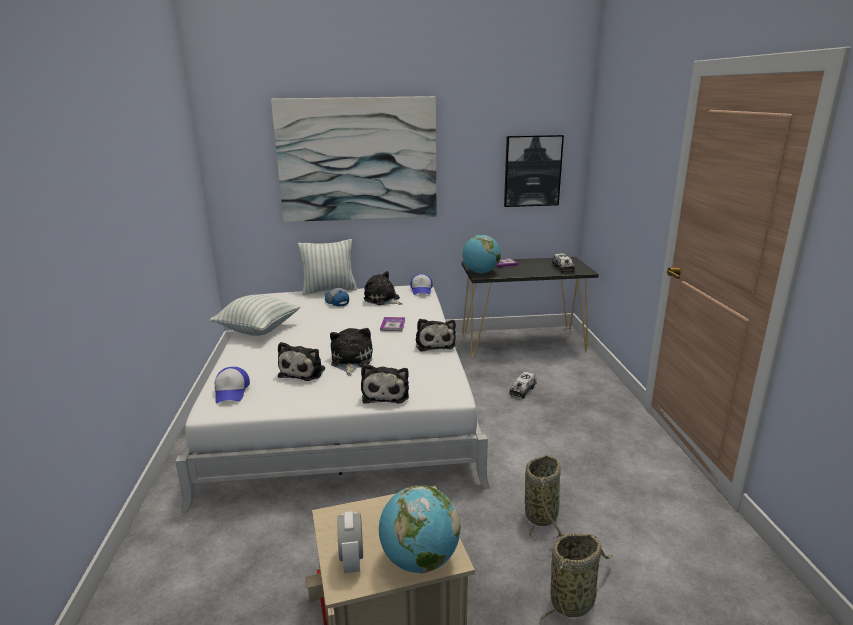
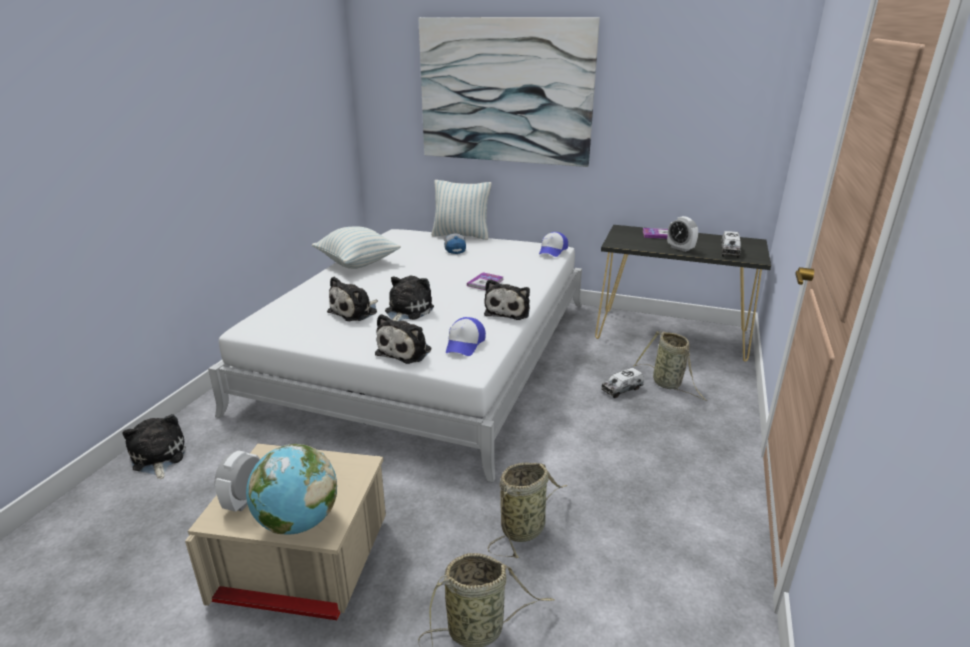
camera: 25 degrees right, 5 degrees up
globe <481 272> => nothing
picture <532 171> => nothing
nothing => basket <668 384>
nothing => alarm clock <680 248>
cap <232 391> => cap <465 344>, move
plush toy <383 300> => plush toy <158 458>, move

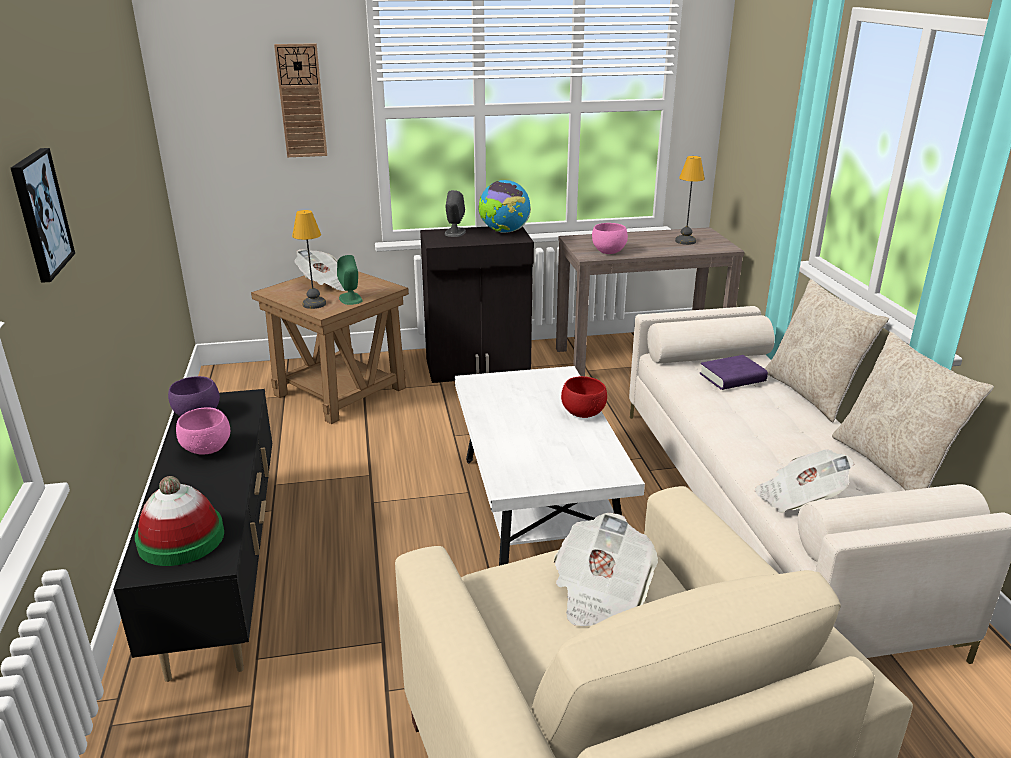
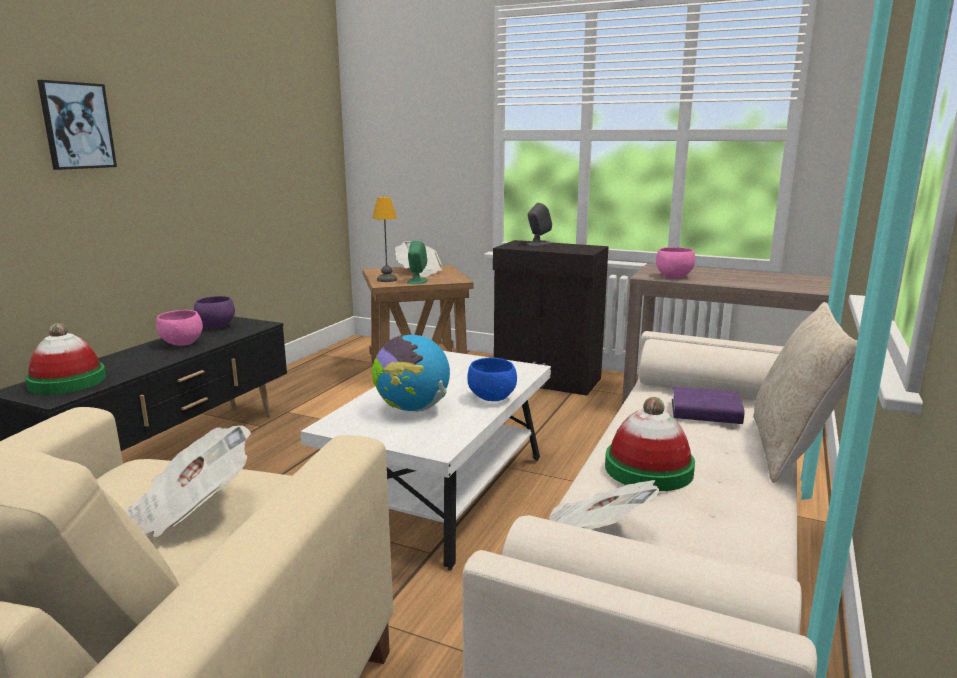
camera: 35 degrees right, 10 degrees down
wall clock <301 101> => nothing
table lamp <685 241> => nothing
pillow (beige) <892 465> => nothing
nothing => hat <648 469>
globe <504 232> => globe <412 409>, move
bowl (red) <584 414> => bowl (blue) <493 398>

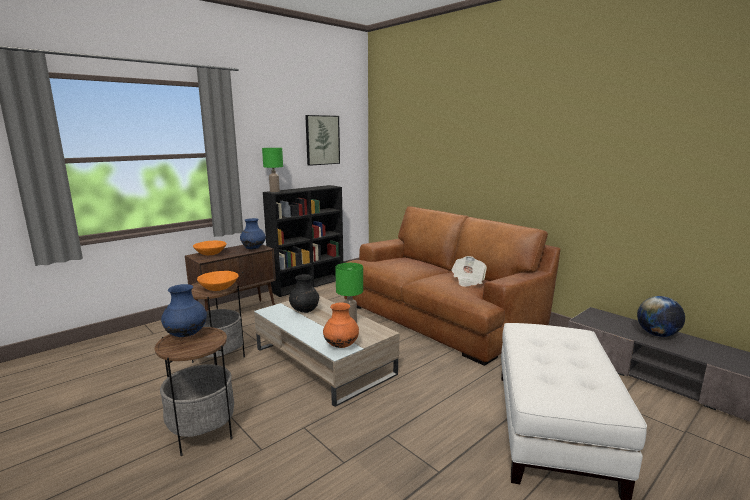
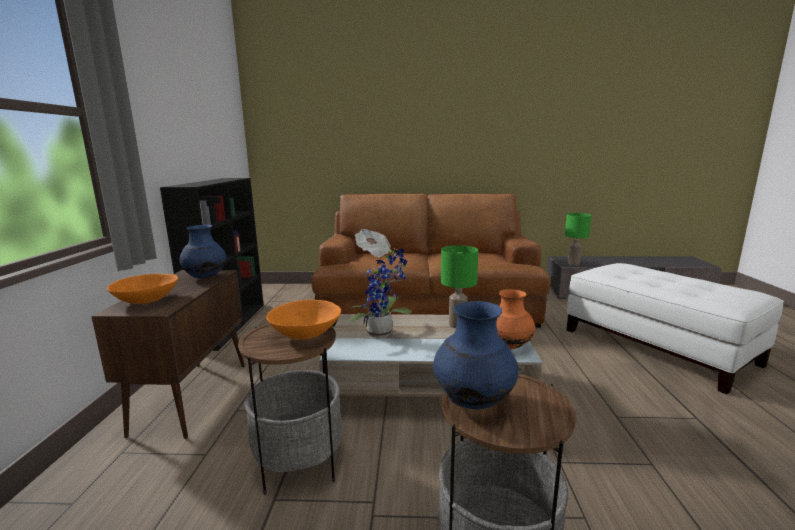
camera: 45 degrees left, 0 degrees up
picture <322 140> => nothing
globe <657 334> => nothing
table lamp (green) <274 191> => table lamp (green) <573 263>, move
newspaper <468 281> => newspaper <373 253>, move
vase (black) <304 311> => potted plant <383 334>

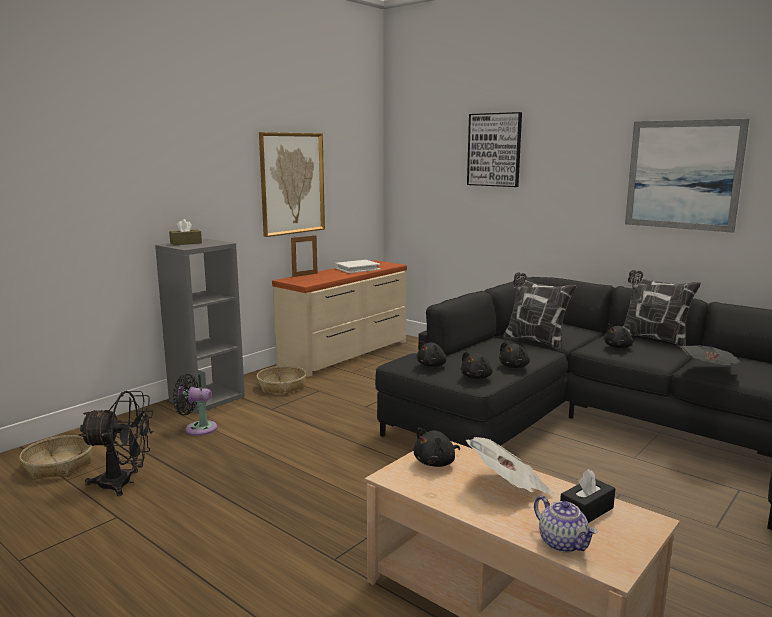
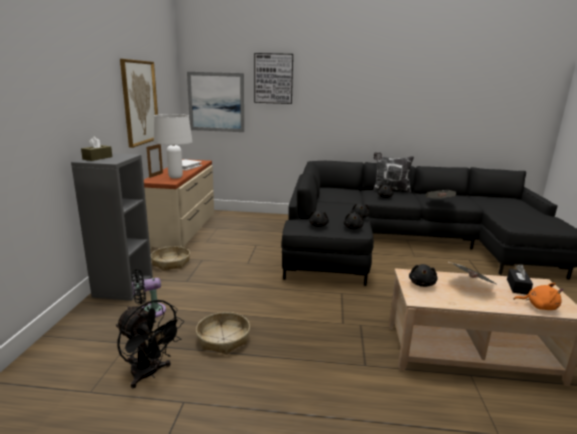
camera: 35 degrees left, 5 degrees up
pillow <535 341> => nothing
nothing => table lamp (white) <175 177>
basket <59 465> => basket <223 339>, move
picture <683 175> => picture <216 102>, move
teapot <563 543> => plush toy (orange) <539 306>
fan (black) <124 483> => fan (black) <149 374>, 75 degrees clockwise

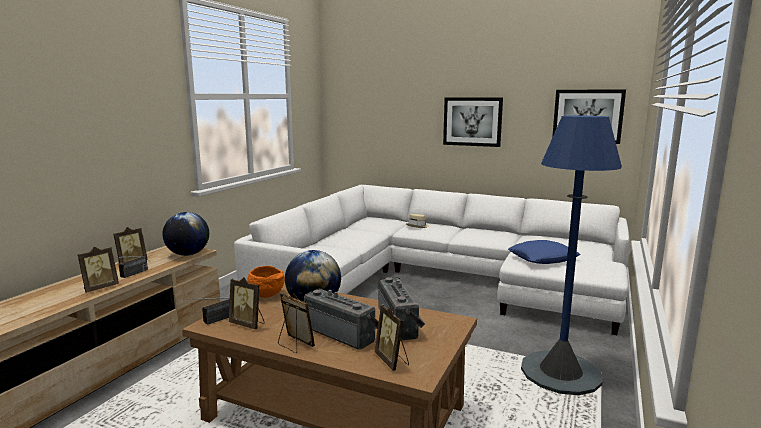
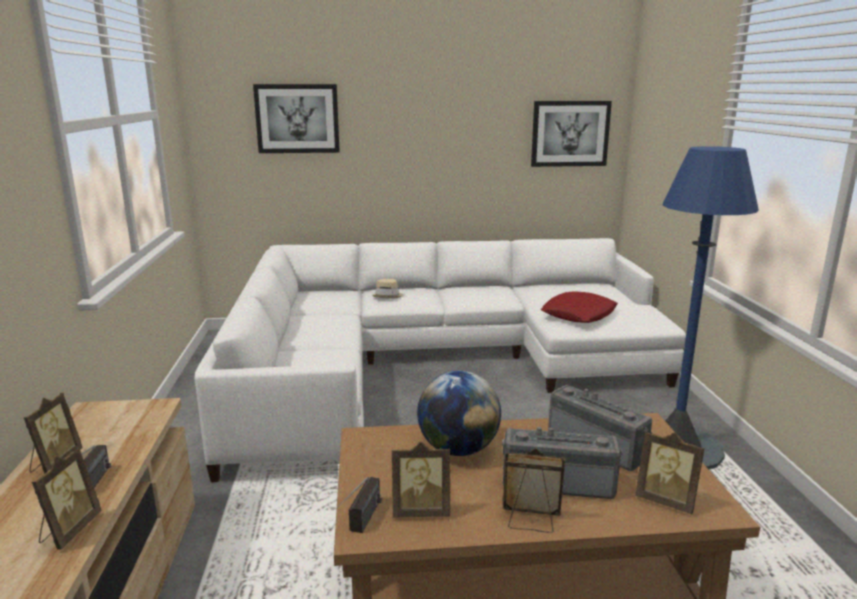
camera: 30 degrees left, 5 degrees up
globe <188 254> => nothing
bowl (orange) <265 295> => nothing
picture <472 121> => picture <297 118>, move
pillow (blue) <542 258> => pillow (red) <579 314>

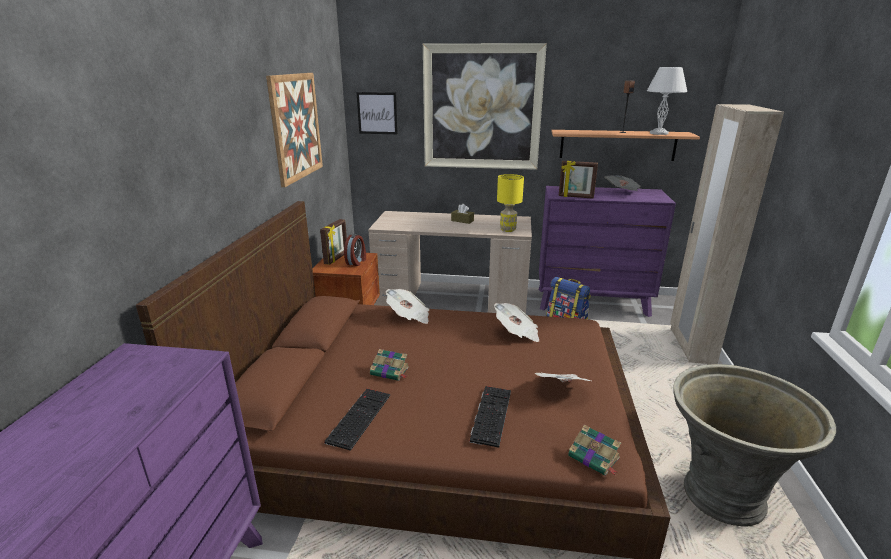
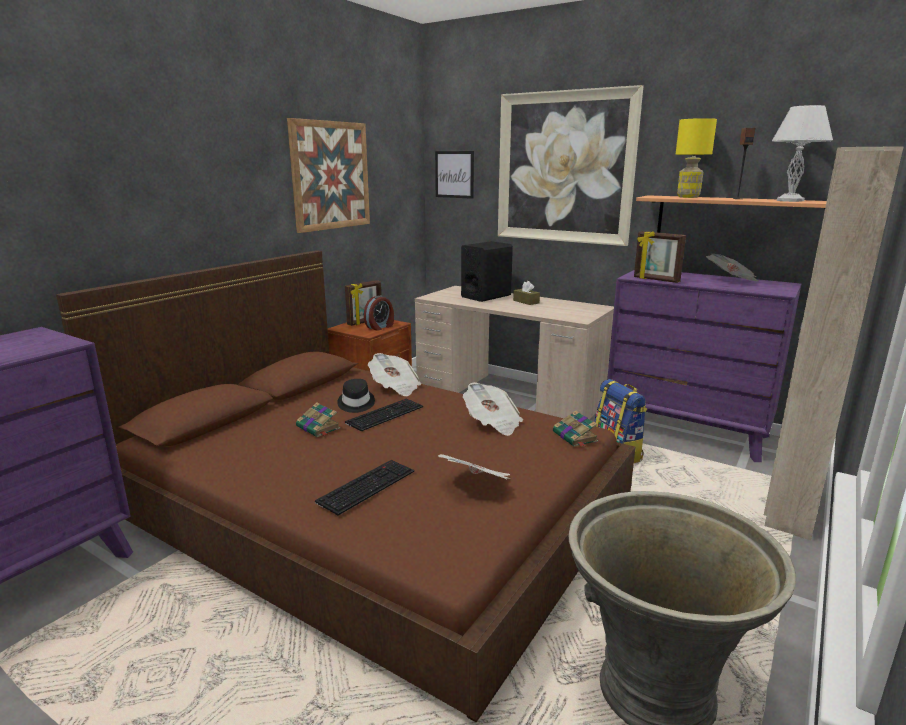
camera: 25 degrees right, 5 degrees down
nothing => hat (black) <355 403>
nothing => speaker (black) <486 296>
keyboard <358 417> => keyboard <385 414>, move
table lamp (yellow) <508 230> => table lamp (yellow) <688 197>, move
book <594 458> => book <575 437>, move

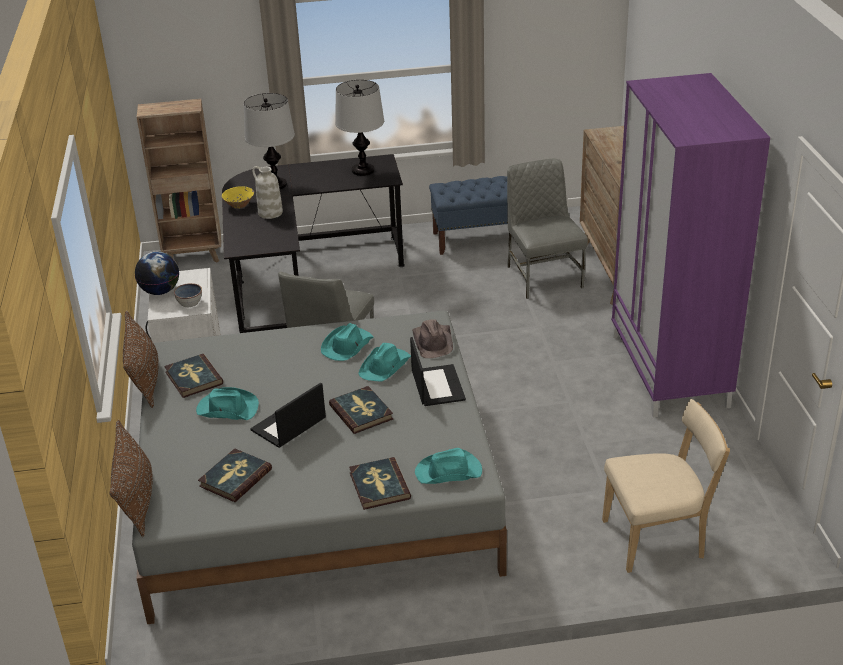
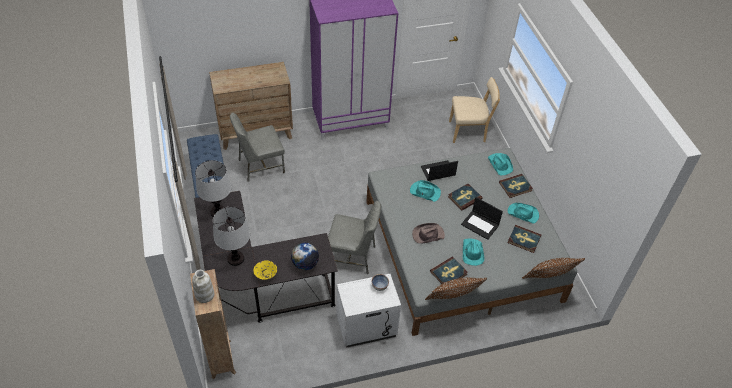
camera: 100 degrees left, 15 degrees up
globe <160 291> => globe <305 264>, move
vase (white) <270 213> => vase (white) <204 295>, move
hat (turquoise) <347 346> => hat (turquoise) <523 214>, move
hat (brown) <433 342> => hat (brown) <427 234>, move
chair (beige) <658 539> => chair (beige) <469 132>, 105 degrees clockwise

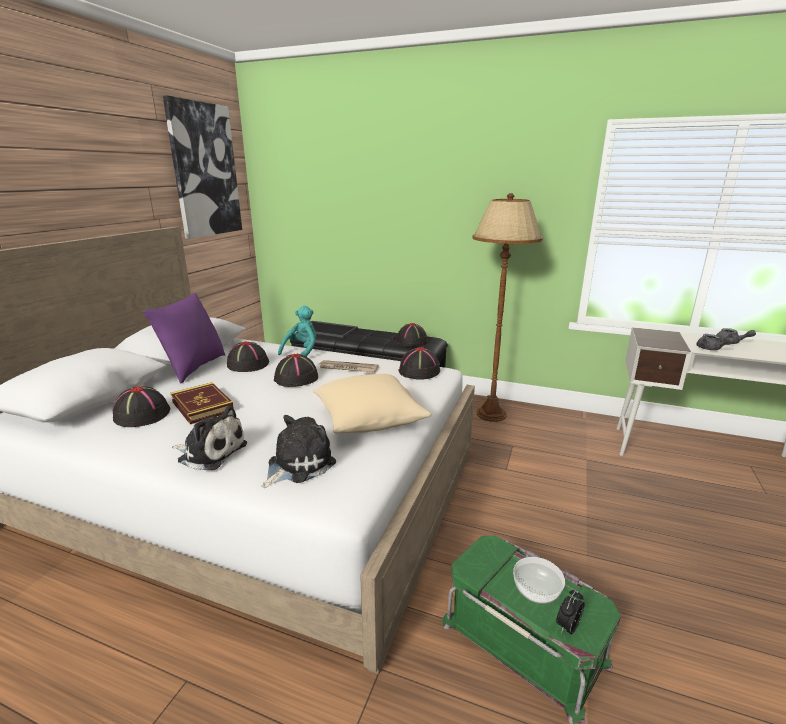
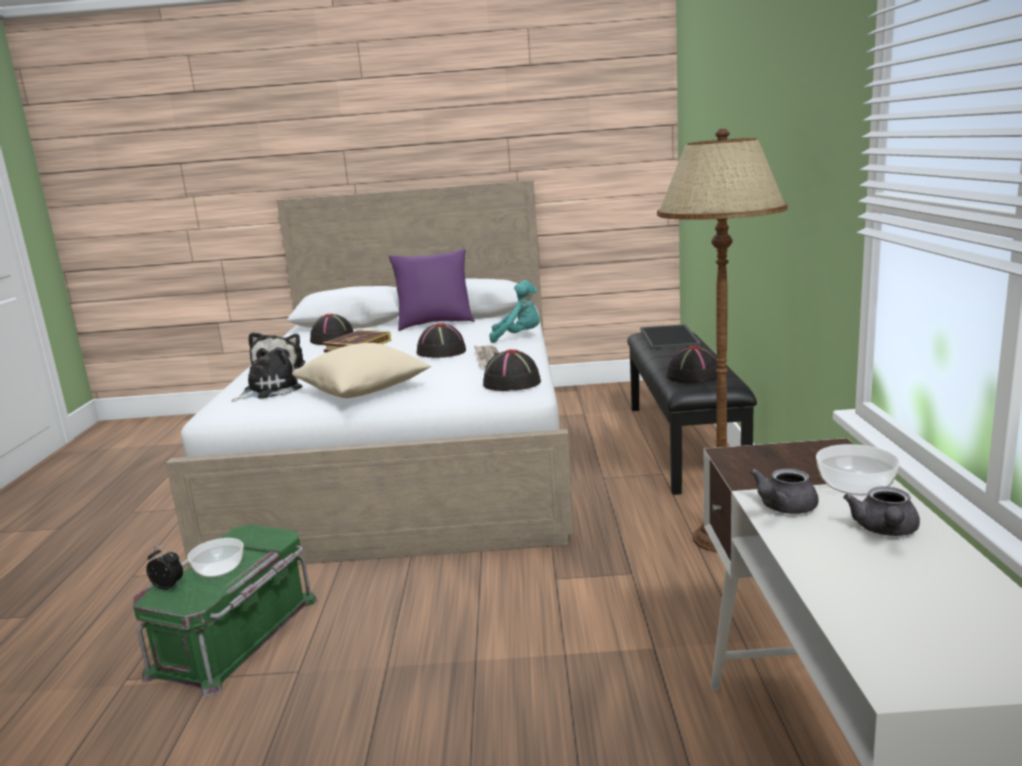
camera: 70 degrees right, 5 degrees down
picture <204 170> => nothing
hat (black) <247 364> => nothing
nothing => bowl <854 486>
plush toy <297 465> => plush toy <269 390>, 60 degrees counterclockwise

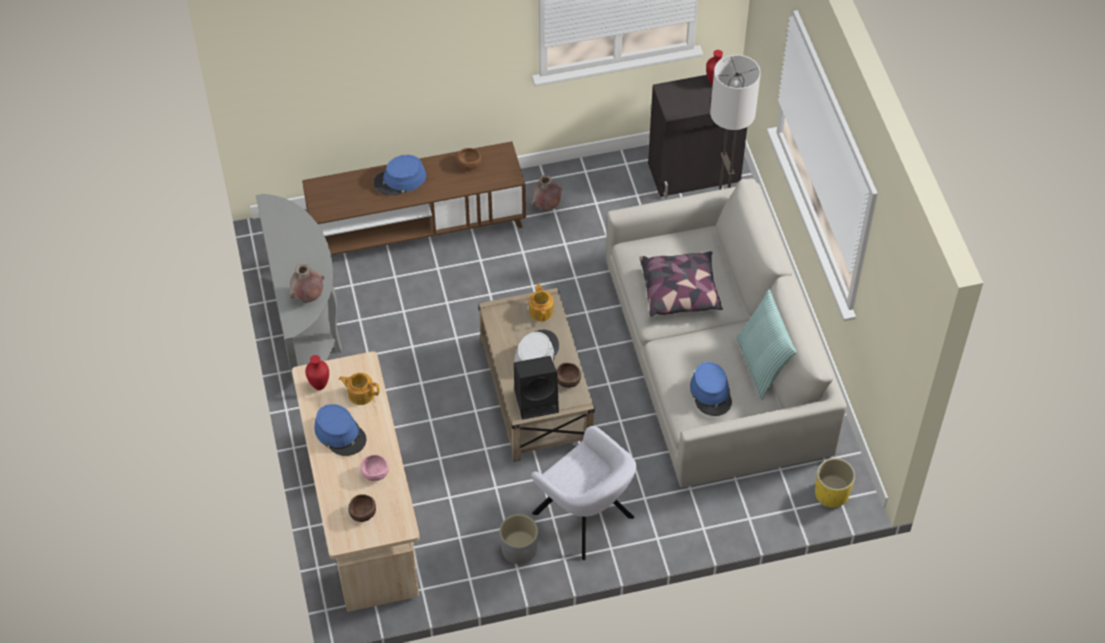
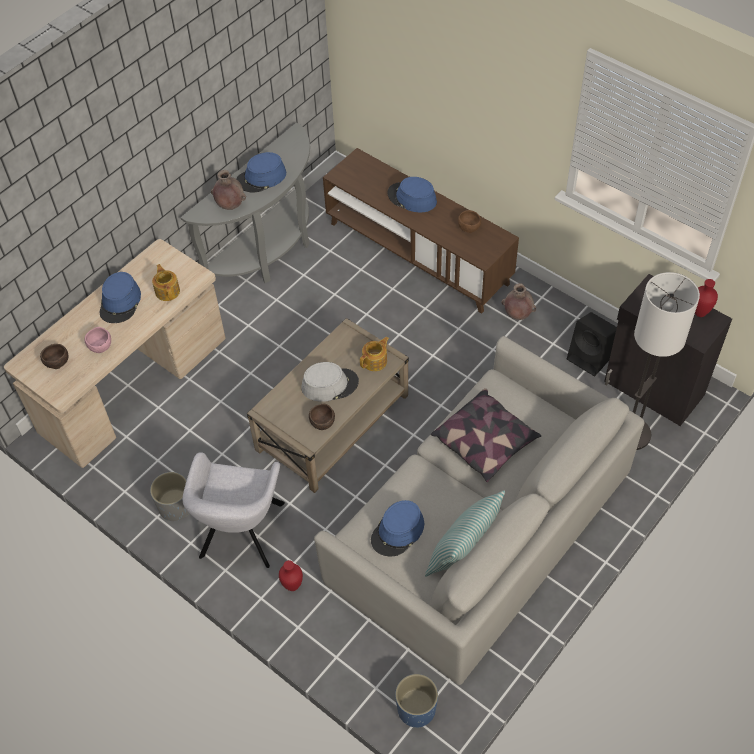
camera: 55 degrees right, 0 degrees up
nothing => hat (blue) <261 178>
vase (red) <320 385> => vase (red) <293 586>, move
speaker (black) <537 400> => speaker (black) <591 358>, move
planter (yellow) <832 494> => planter (blue) <416 710>

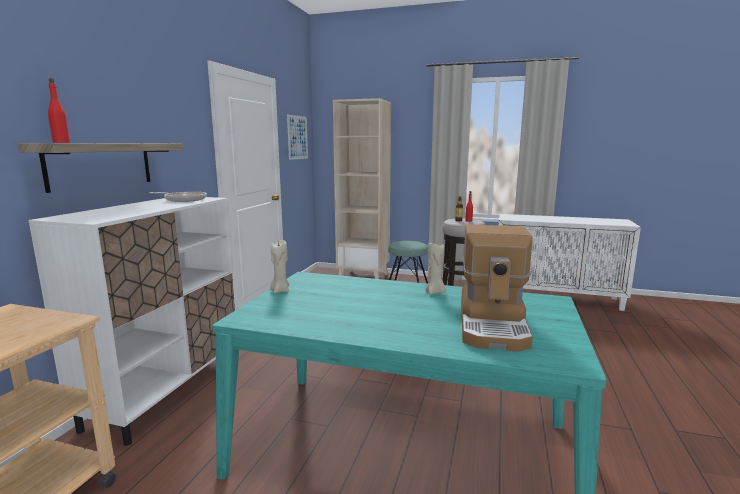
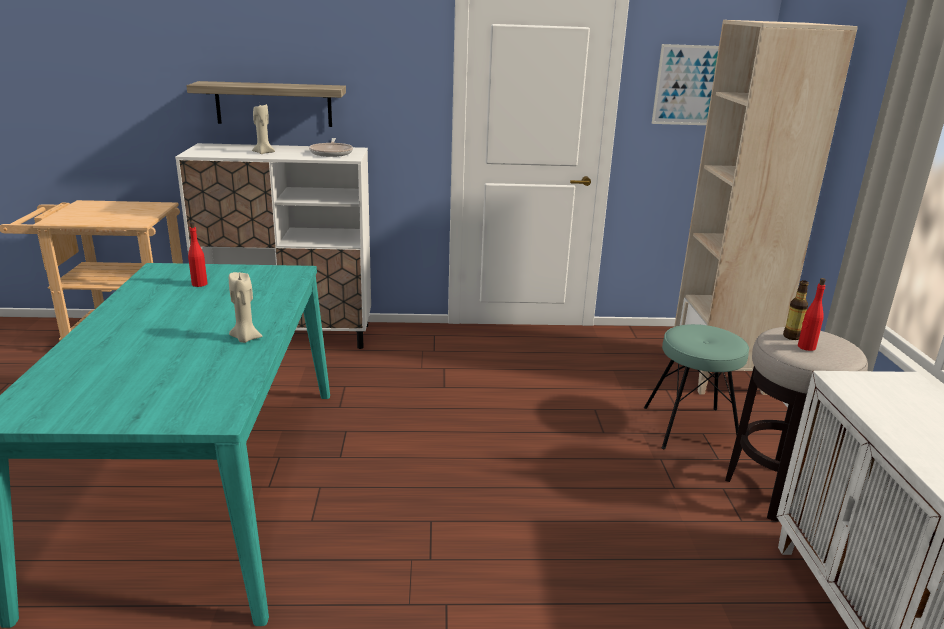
camera: 70 degrees right, 10 degrees up
coffee machine <494 325> => nothing
bottle (red) <61 142> => bottle (red) <199 284>, move
candle (beige) <280 291> => candle (beige) <264 153>, move

